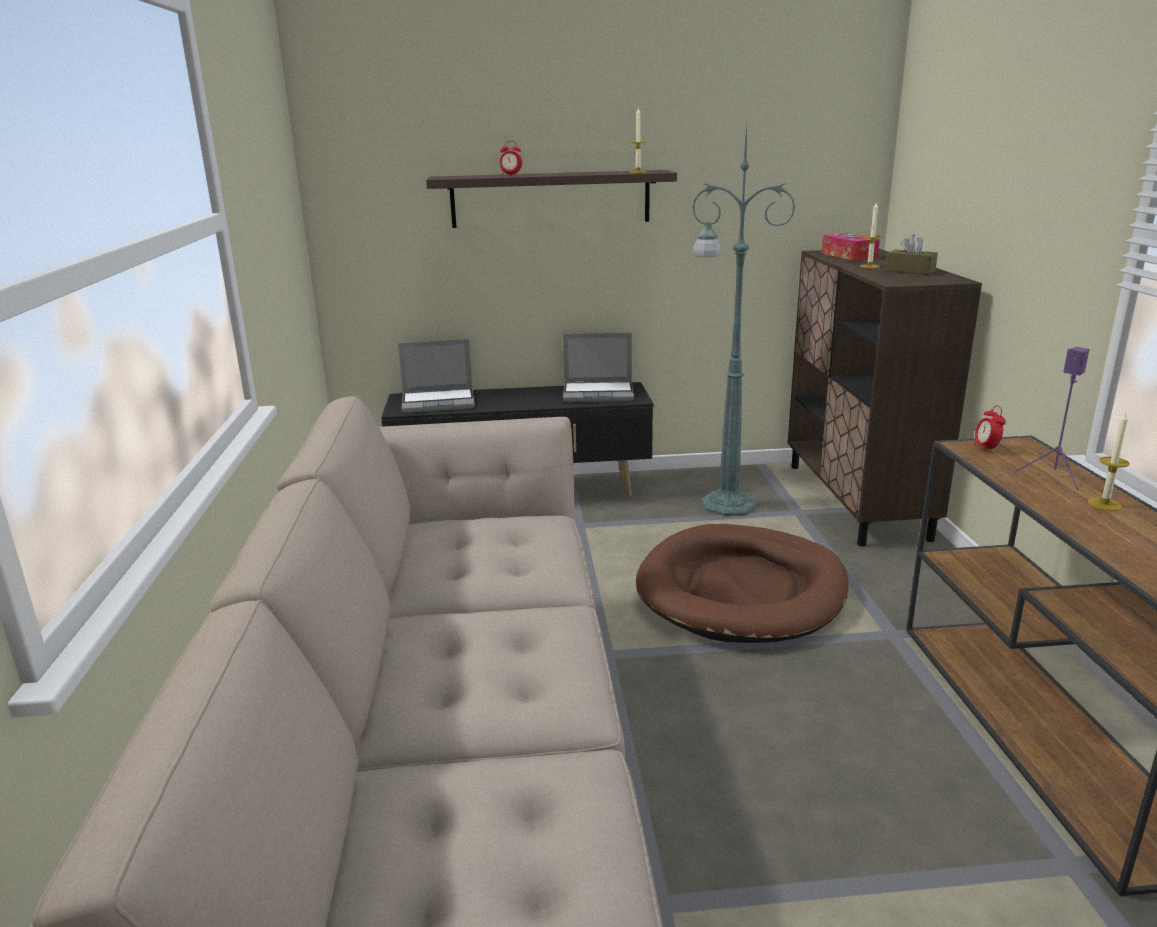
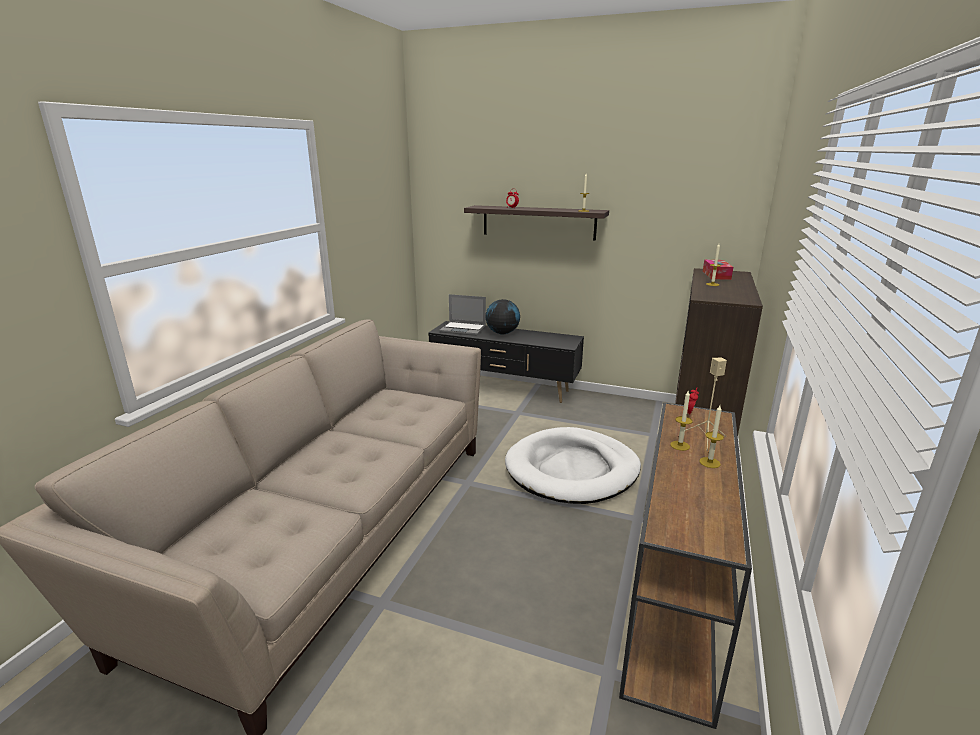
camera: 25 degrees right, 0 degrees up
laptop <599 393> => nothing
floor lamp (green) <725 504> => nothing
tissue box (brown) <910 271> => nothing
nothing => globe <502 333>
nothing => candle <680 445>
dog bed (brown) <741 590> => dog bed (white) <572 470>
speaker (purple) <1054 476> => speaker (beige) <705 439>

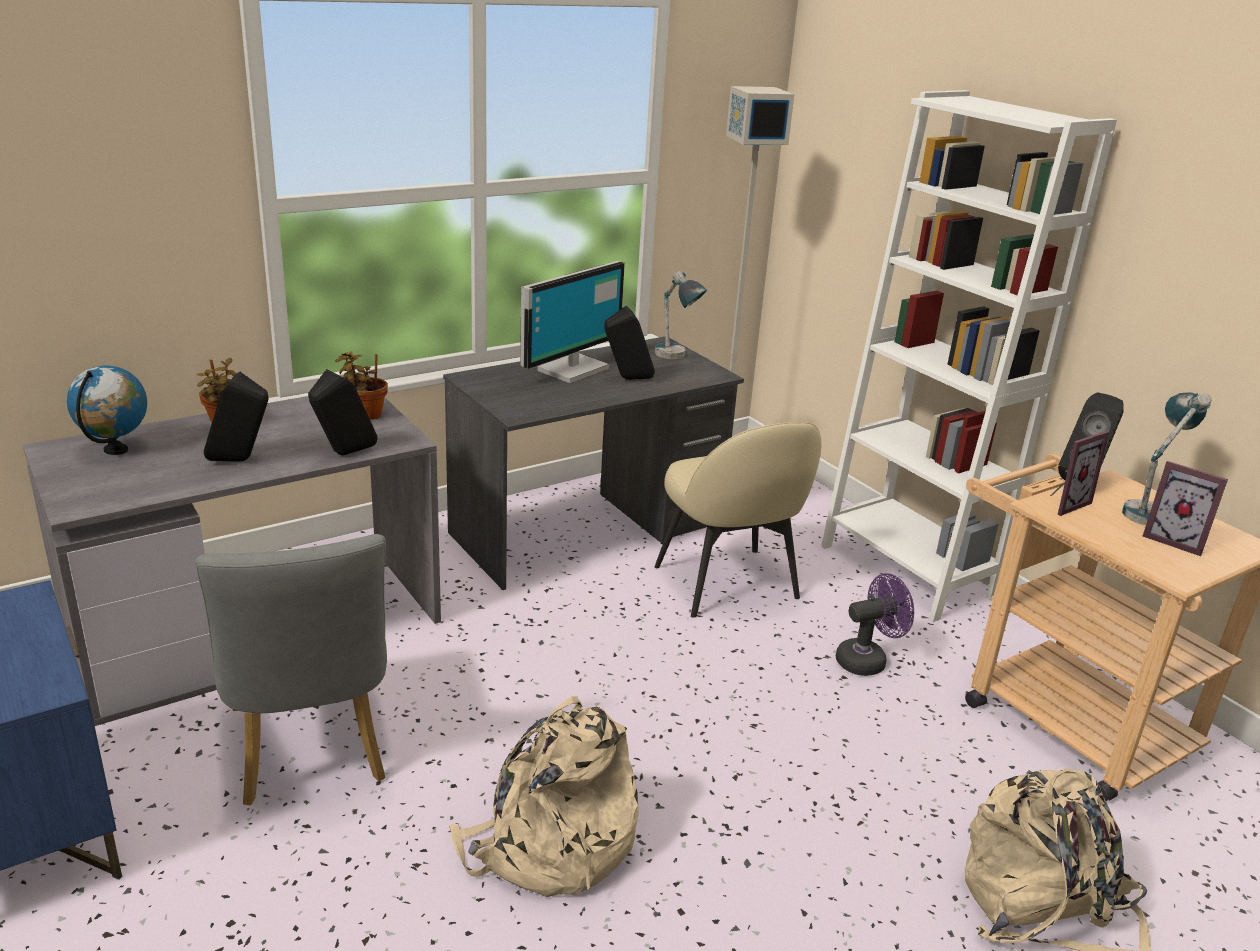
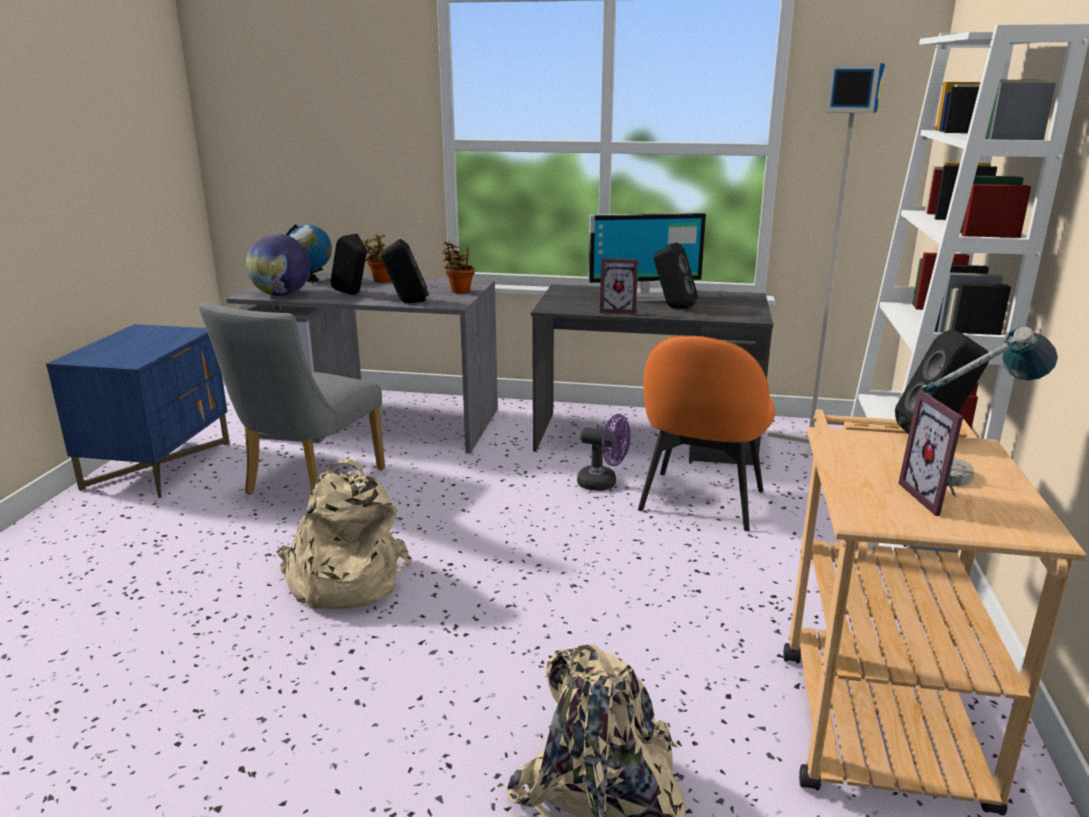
camera: 45 degrees right, 5 degrees down
table lamp <675 358> => nothing
nothing => globe <282 295>
fan (purple) <867 660> => fan (purple) <603 484>, move
picture frame <1063 503> => picture frame <618 310>, move
chair (beige) <727 584> => chair (orange) <700 502>

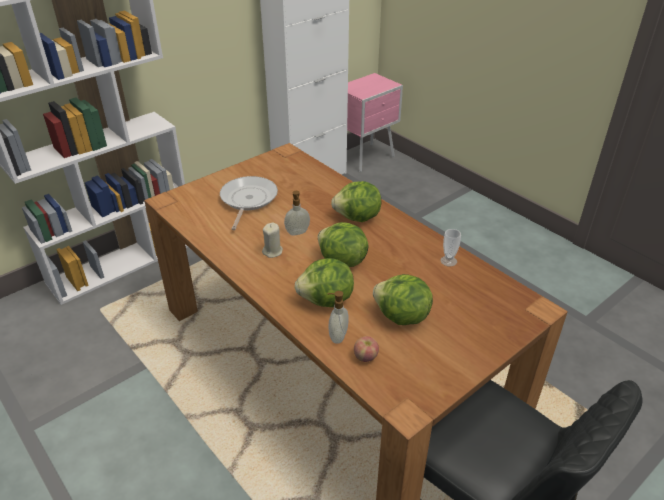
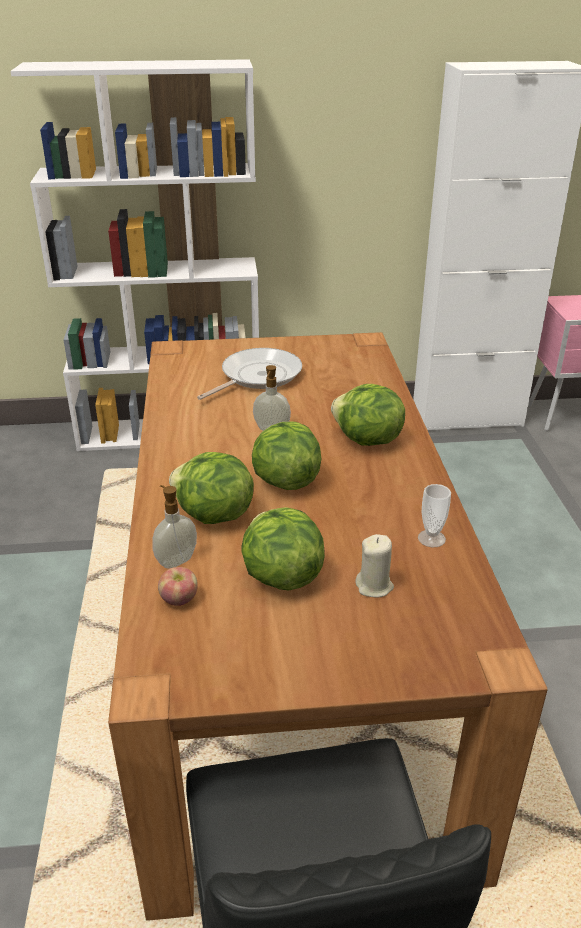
camera: 35 degrees right, 5 degrees down
candle (beige) <273 251> => candle (beige) <374 586>, move

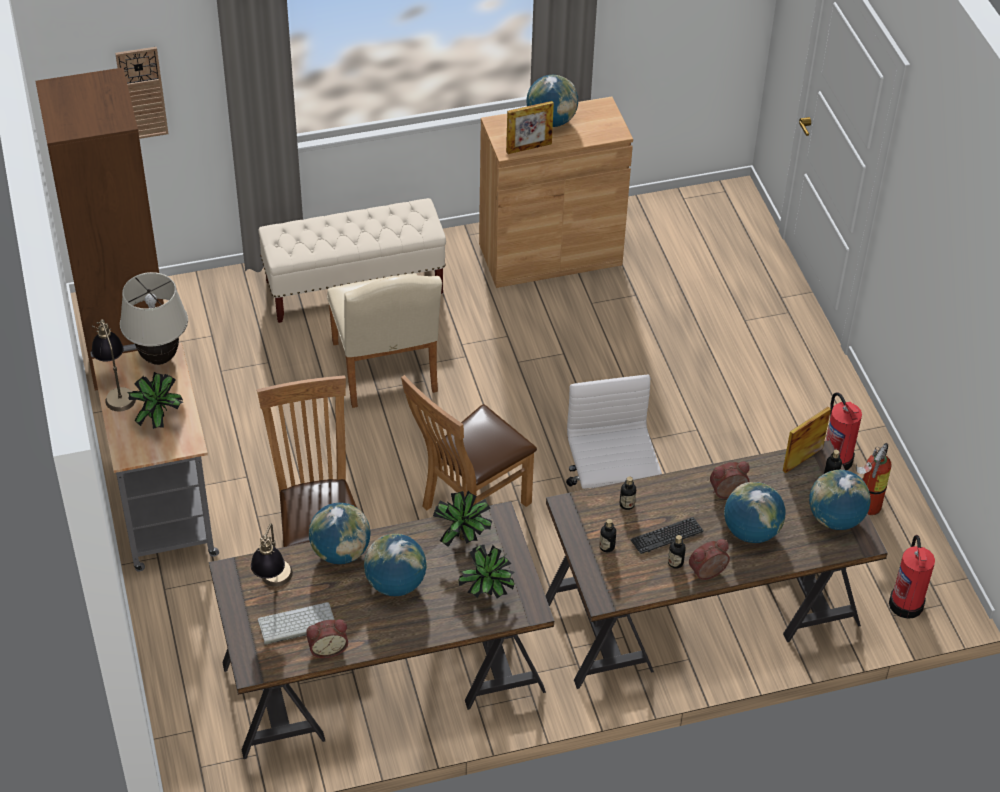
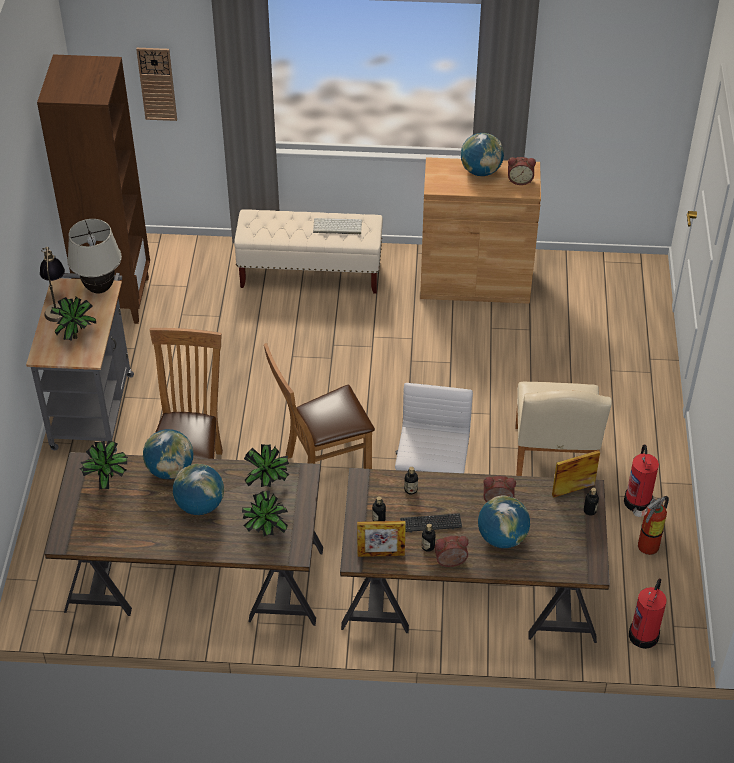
camera: 20 degrees right, 0 degrees up
globe <835 519> => nothing
keyboard <296 624> => keyboard <336 227>, move
alarm clock <327 648> => alarm clock <520 180>, move
chair (beige) <386 372> => chair (beige) <553 463>, move
picture frame <529 148> => picture frame <381 554>, move
table lamp <273 584> => potted plant <109 481>

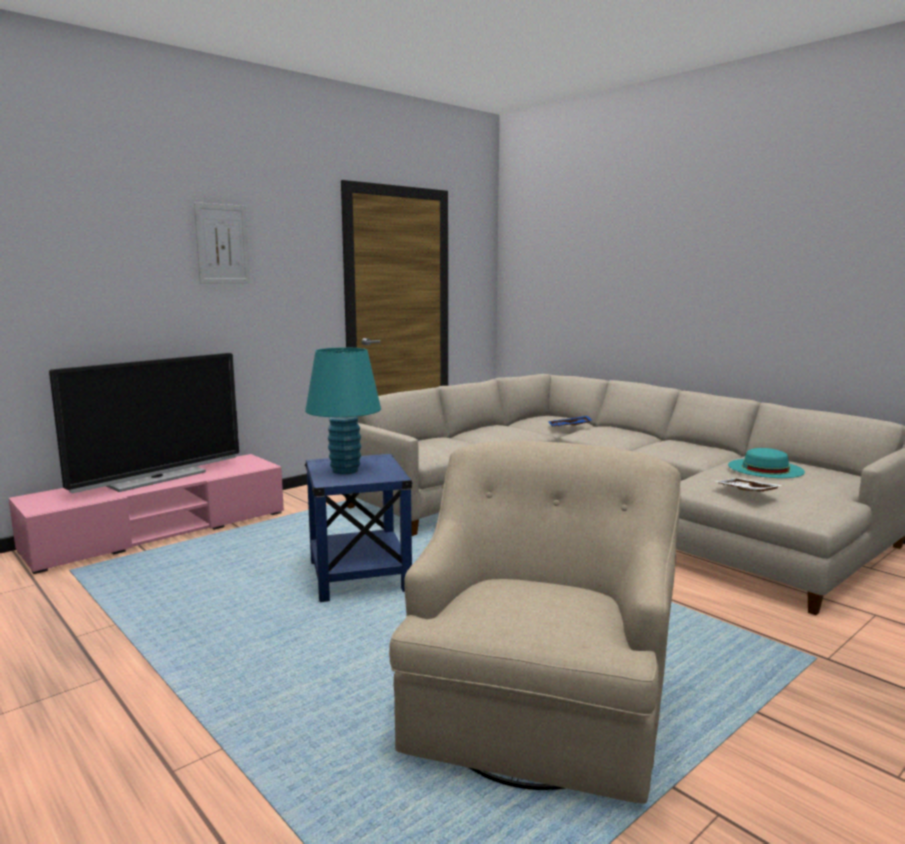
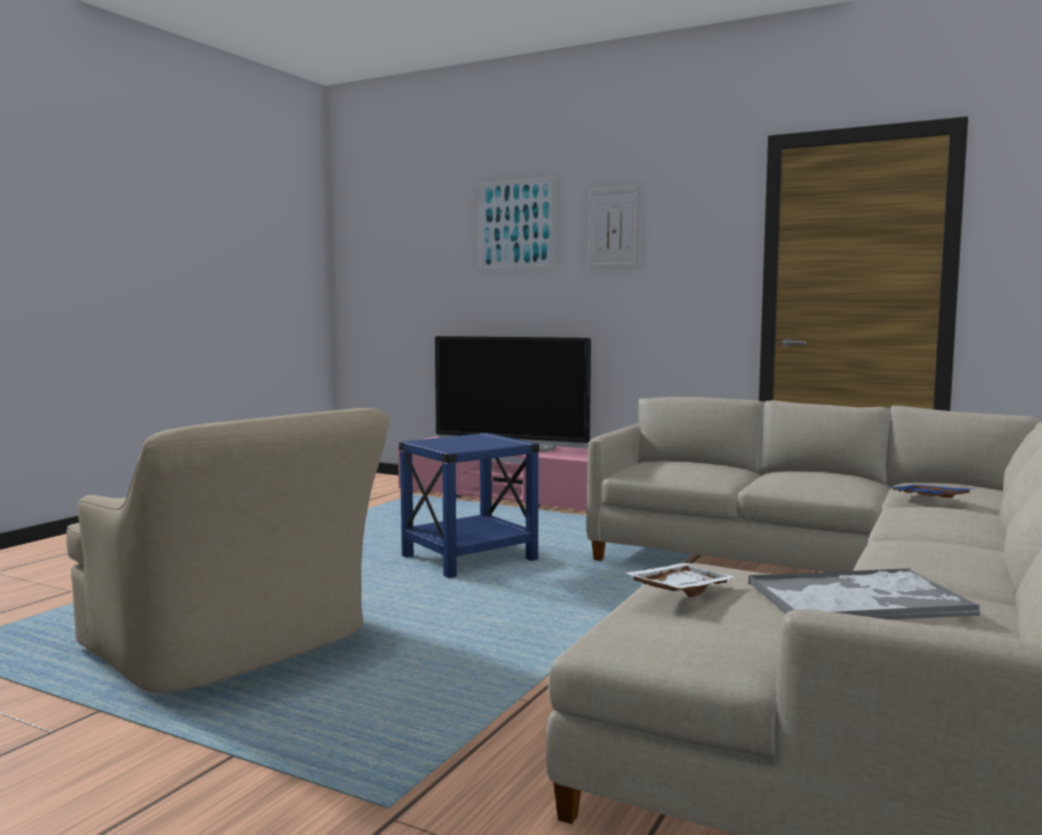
camera: 70 degrees right, 5 degrees down
table lamp (turquoise) <345 470> => nothing
nothing => picture <516 224>
hat (turquoise) <765 468> => tray <859 599>
armchair (beige) <539 705> => armchair (beige) <237 649>, 45 degrees clockwise

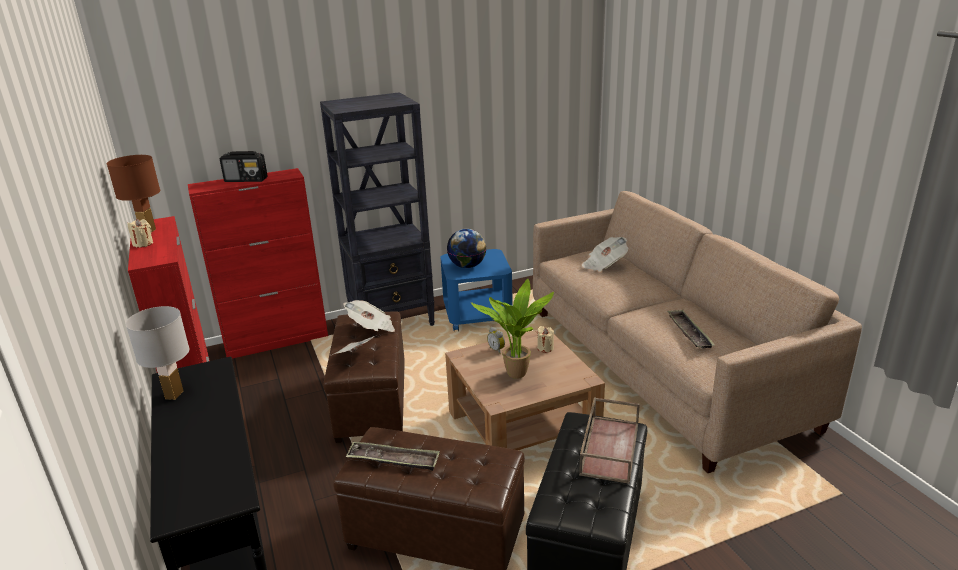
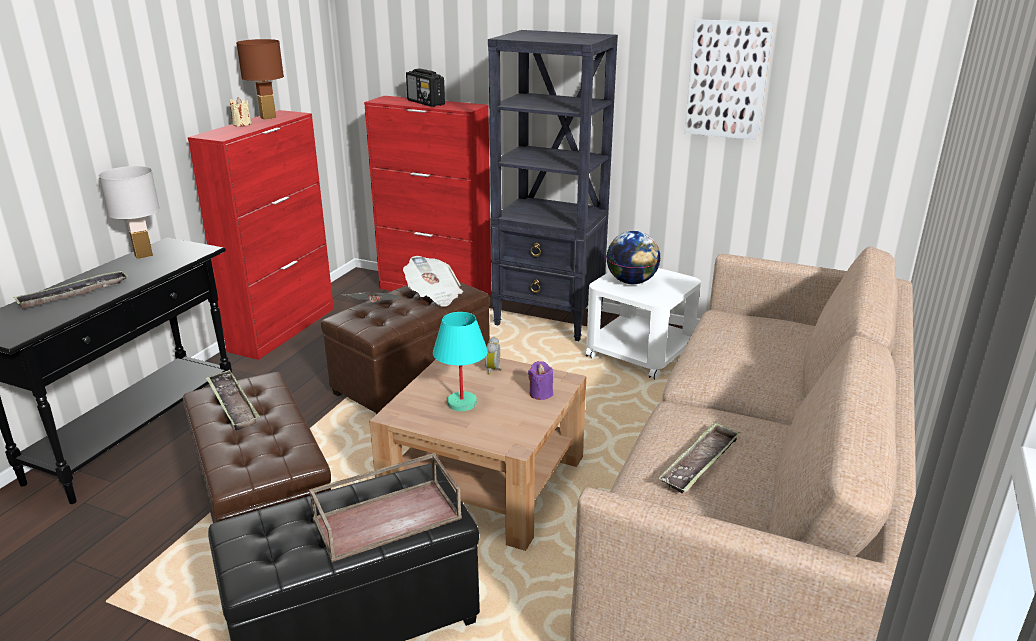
camera: 45 degrees right, 0 degrees up
newspaper <604 265> => nothing
nothing => tray <74 294>
nothing => picture <727 80>
potted plant <519 376> => table lamp (turquoise) <462 403>
side table (blue) <477 314> => side table (white) <640 352>
candle (beige) <545 348> => candle (purple) <540 393>

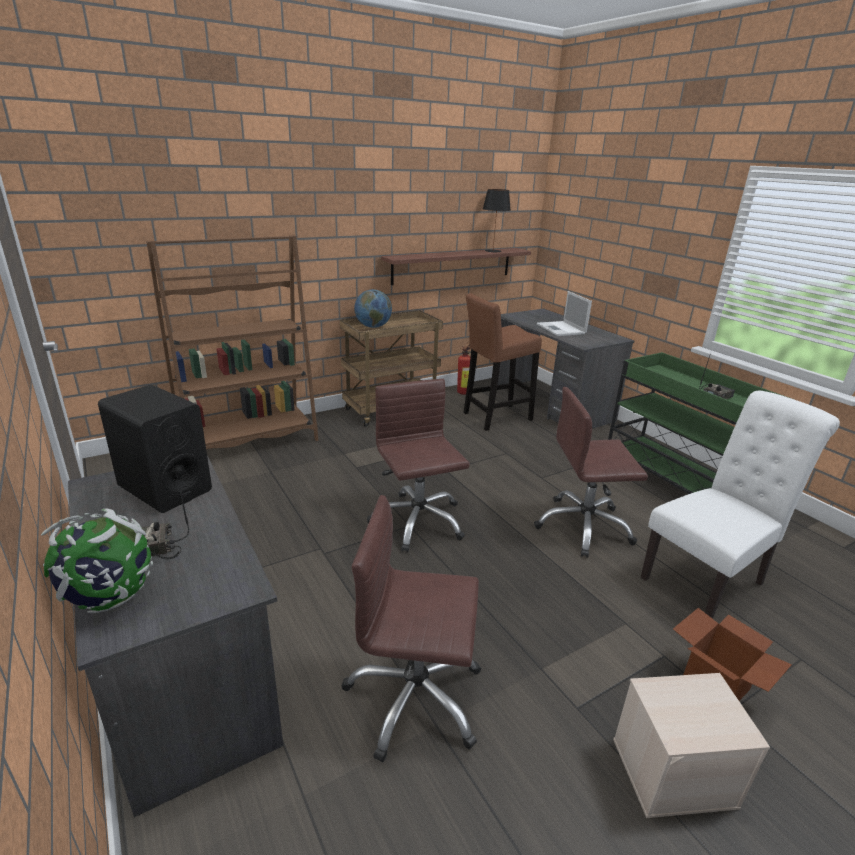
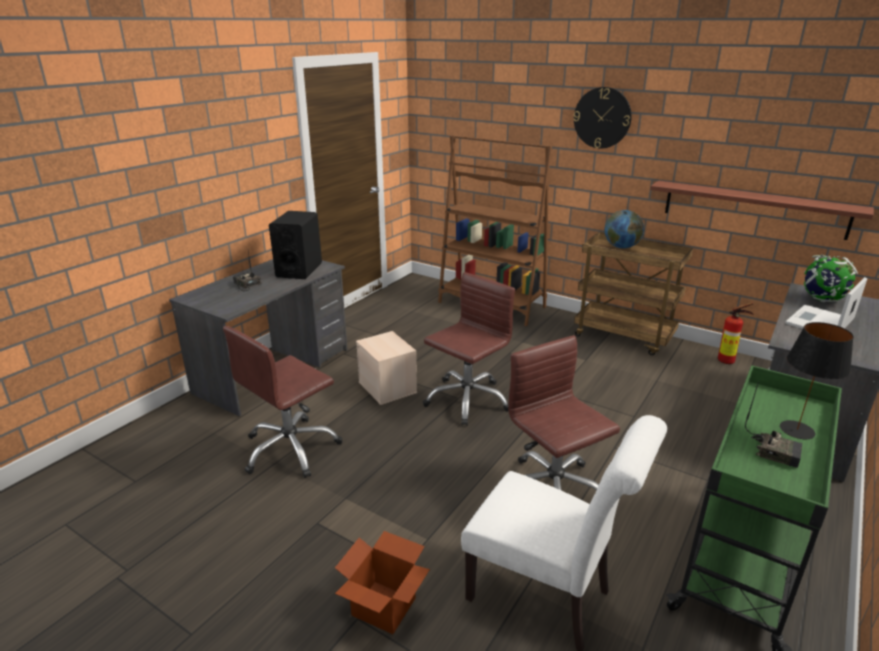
camera: 65 degrees right, 0 degrees up
stool (brown) <494 417> => nothing
nothing => wall clock <602 118>
globe <109 598> => globe <822 300>, move
table lamp (black) <493 251> => table lamp (black) <797 430>, move
storage box (beige) <674 771> => storage box (beige) <388 387>, move
office chair (brown) <414 698> => office chair (brown) <291 449>, 120 degrees counterclockwise

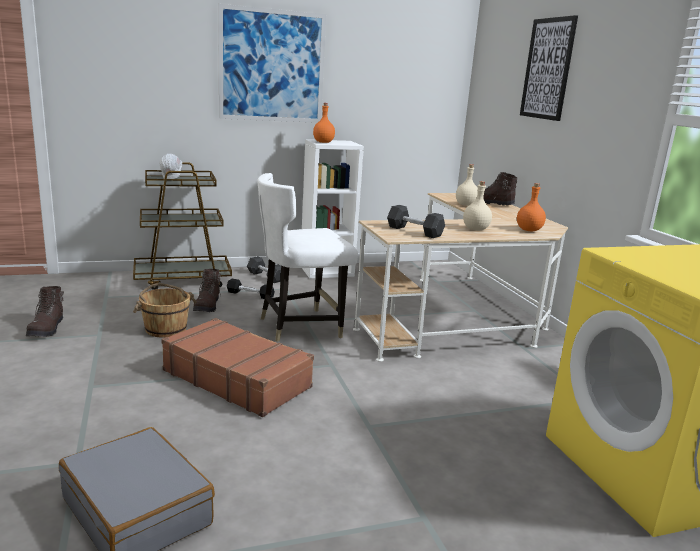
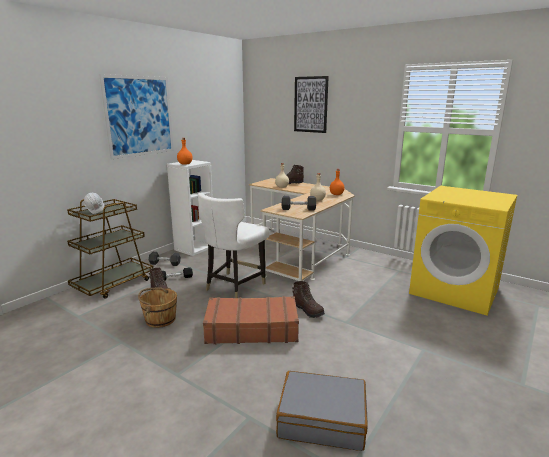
camera: 35 degrees left, 0 degrees up
boot (brown) <47 329> => boot (brown) <308 310>, move

